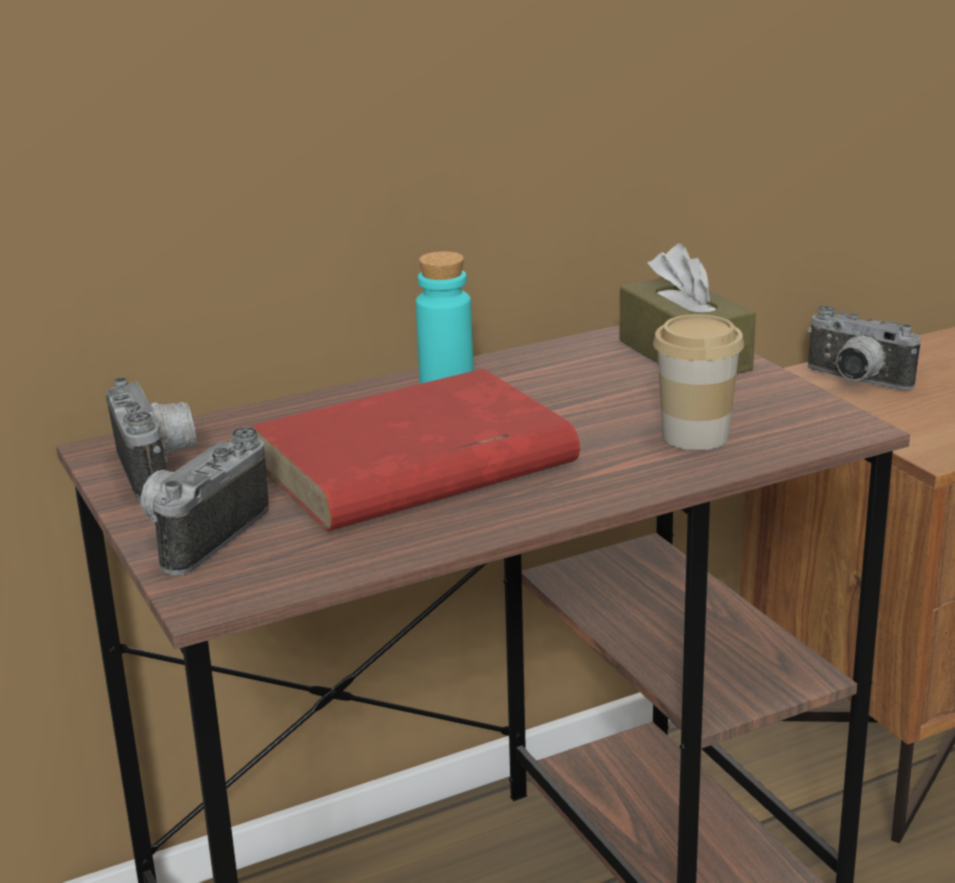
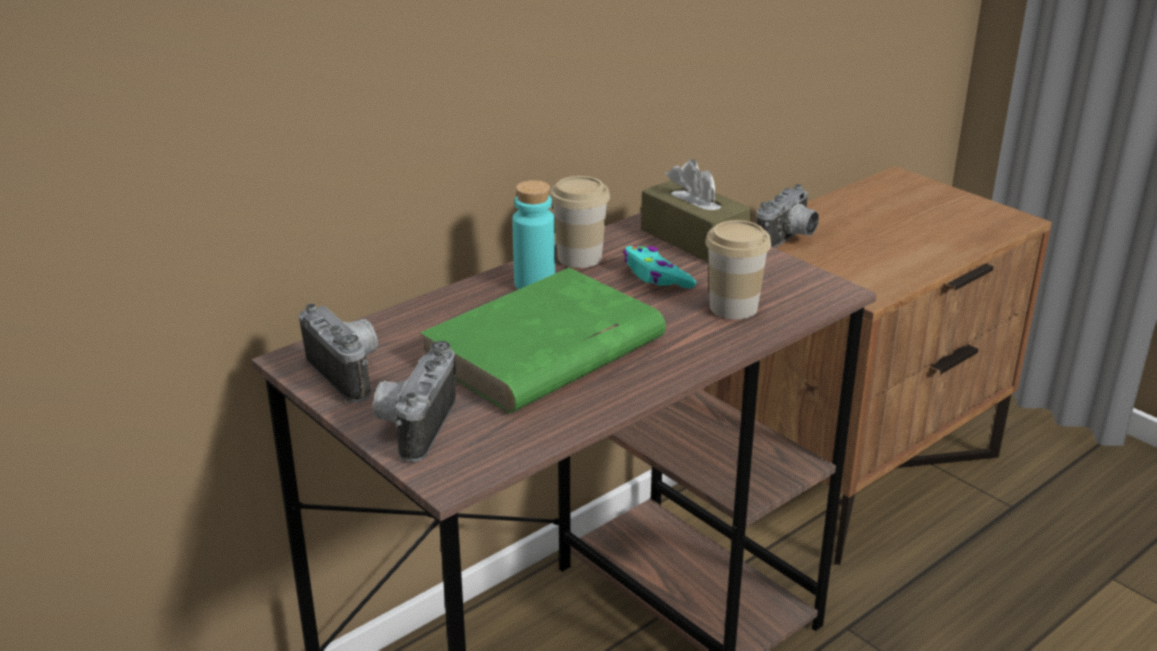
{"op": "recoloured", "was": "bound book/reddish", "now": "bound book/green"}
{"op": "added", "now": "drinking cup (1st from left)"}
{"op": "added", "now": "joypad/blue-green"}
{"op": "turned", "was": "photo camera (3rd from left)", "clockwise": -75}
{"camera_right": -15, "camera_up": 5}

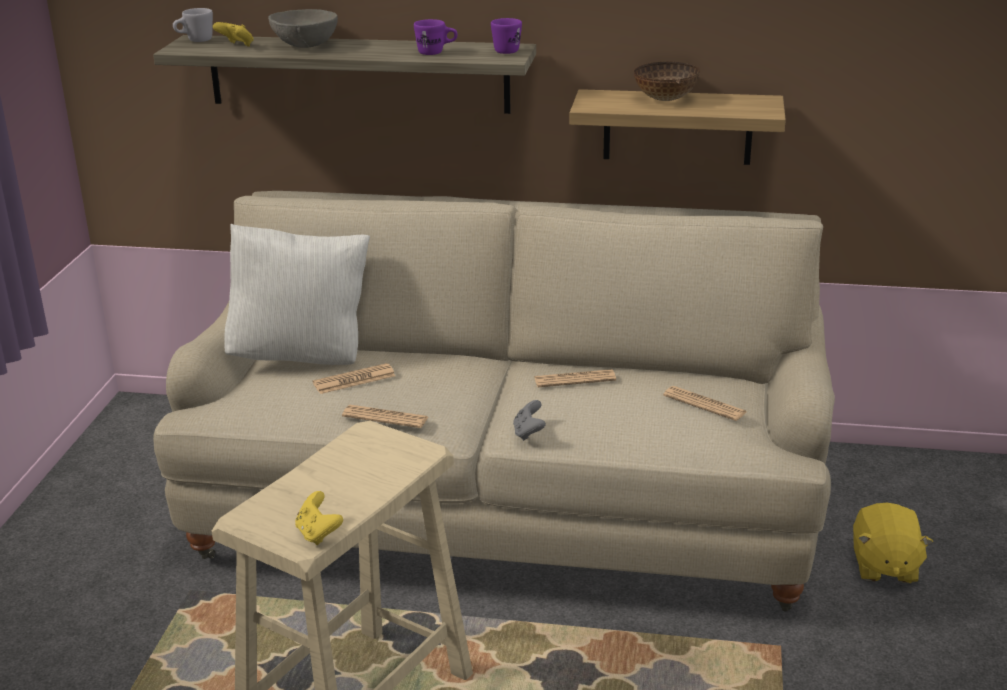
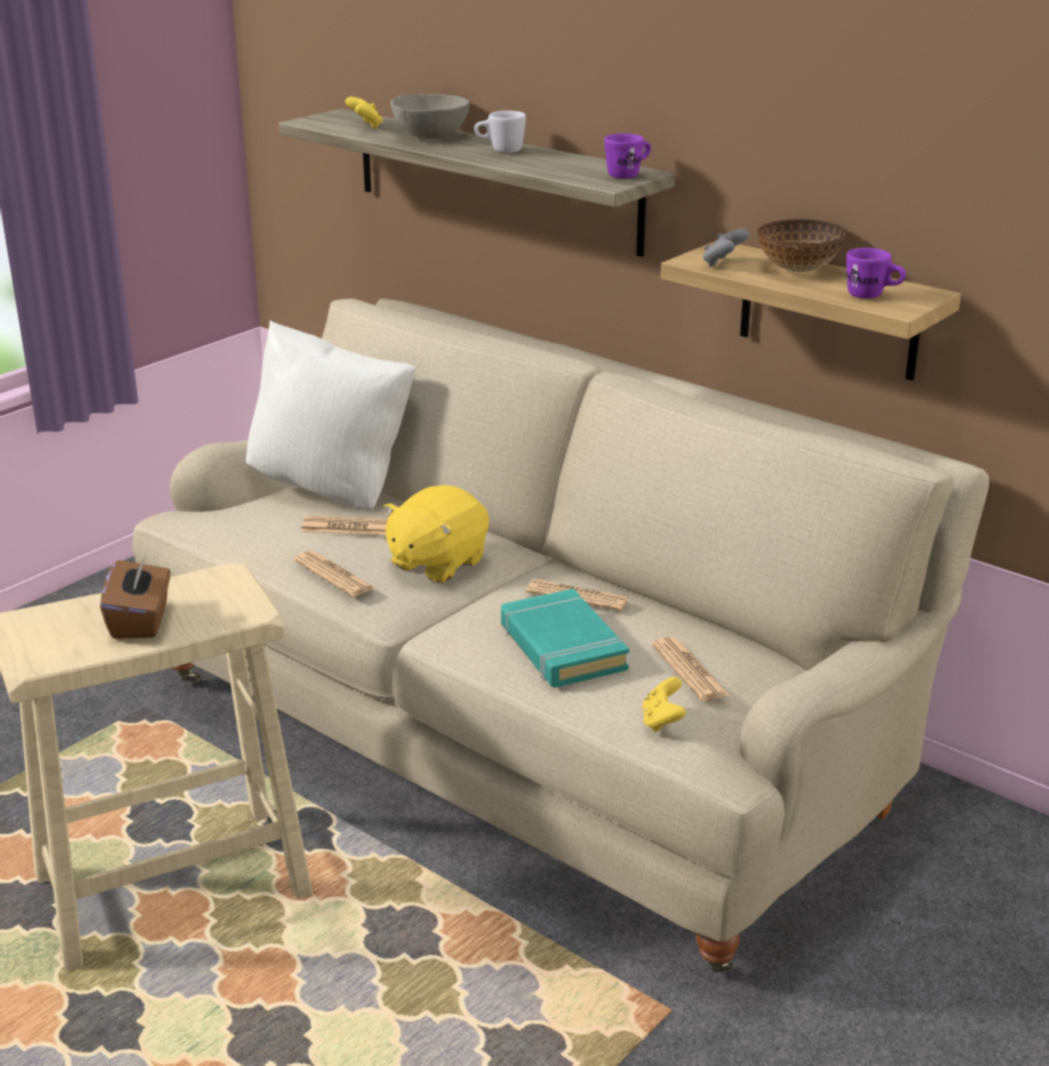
{"op": "added", "now": "tissue holder/brown-coloured"}
{"op": "moved", "was": "plush toy/yellow-coloured"}
{"op": "moved", "was": "tea mug/white-coloured"}
{"op": "added", "now": "bound book/blue-green"}
{"op": "moved", "was": "joypad/yellow-coloured (2nd from left)"}
{"op": "moved", "was": "joypad/grey"}
{"op": "moved", "was": "tea mug/purplish (1st from left in the first image)", "now": "tea mug/purplish (2nd from left)"}
{"camera_right": 30, "camera_up": 0}

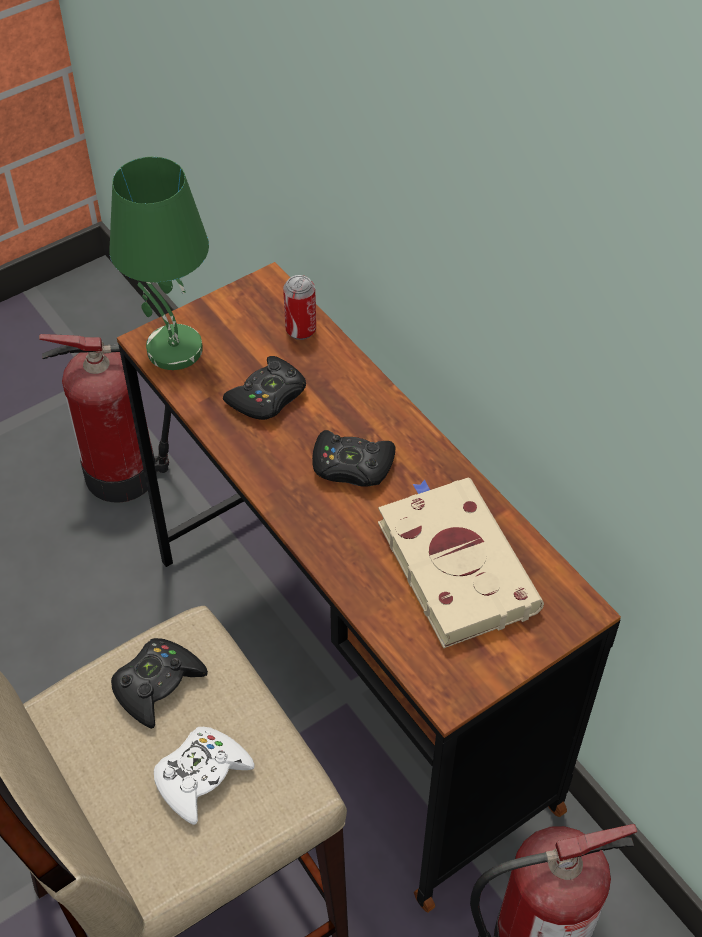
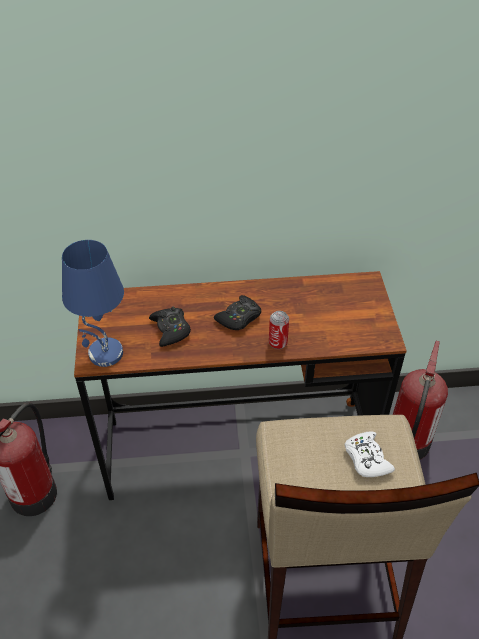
{"op": "recoloured", "was": "tabletop lamp/green", "now": "tabletop lamp/blue"}
{"op": "moved", "was": "can"}
{"op": "removed", "was": "joypad/black-coloured (1st from left)"}
{"op": "removed", "was": "bound book/beige-coloured"}
{"camera_right": -60, "camera_up": -5}

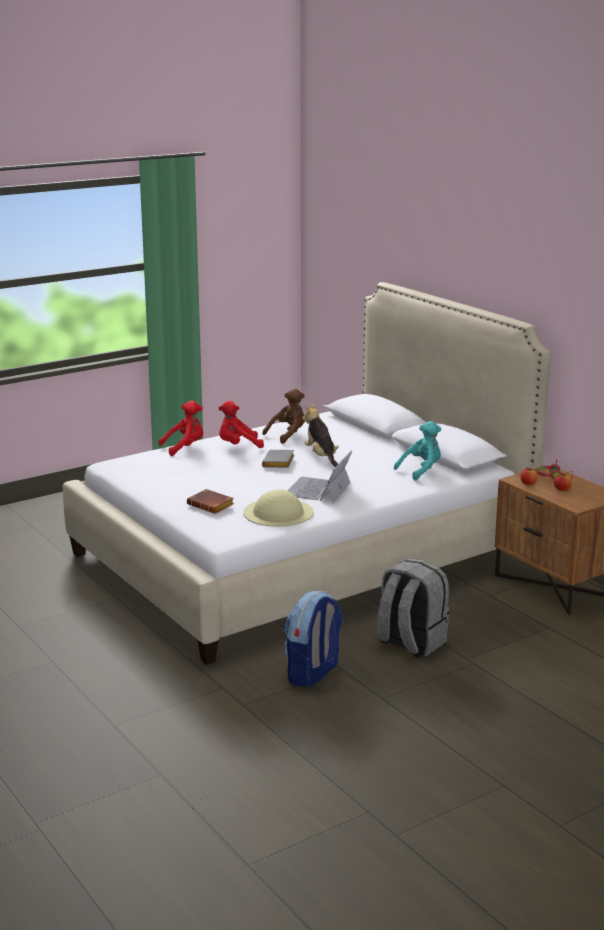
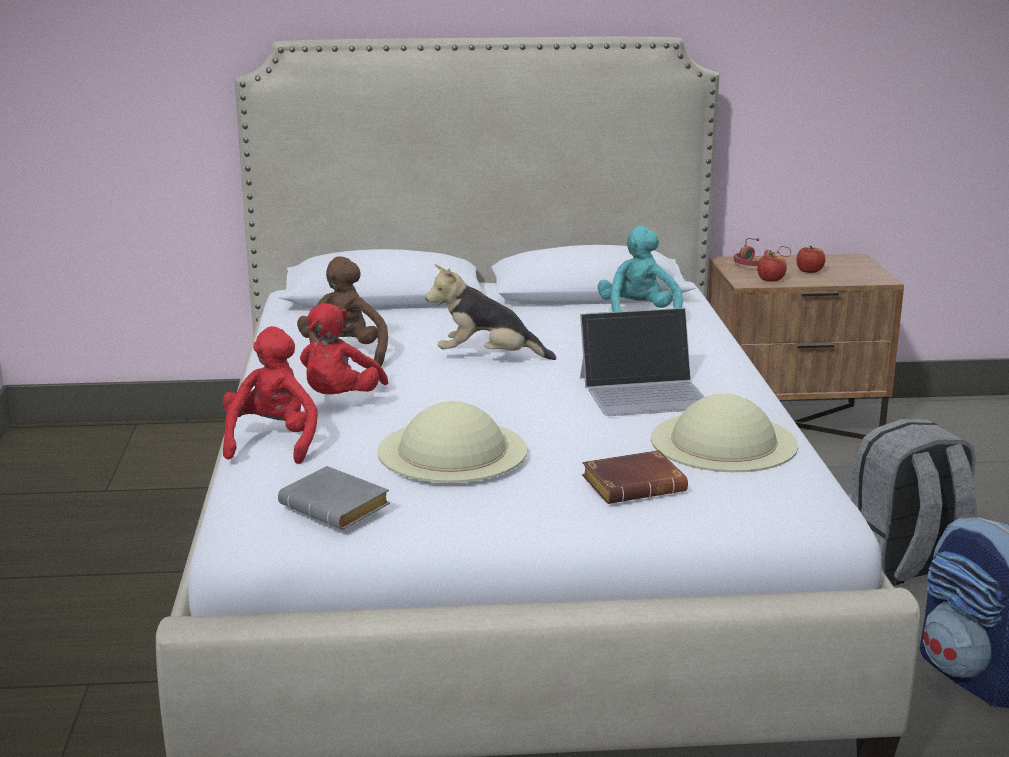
{"op": "moved", "was": "bound book/grey"}
{"op": "added", "now": "hat/beige-coloured (1st from left)"}
{"op": "turned", "was": "portable computer", "clockwise": -60}
{"camera_right": -60, "camera_up": 0}

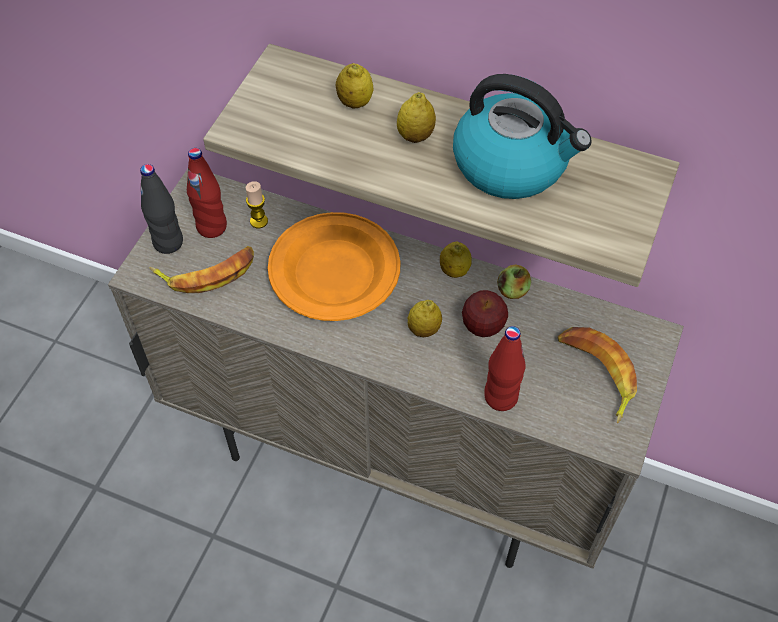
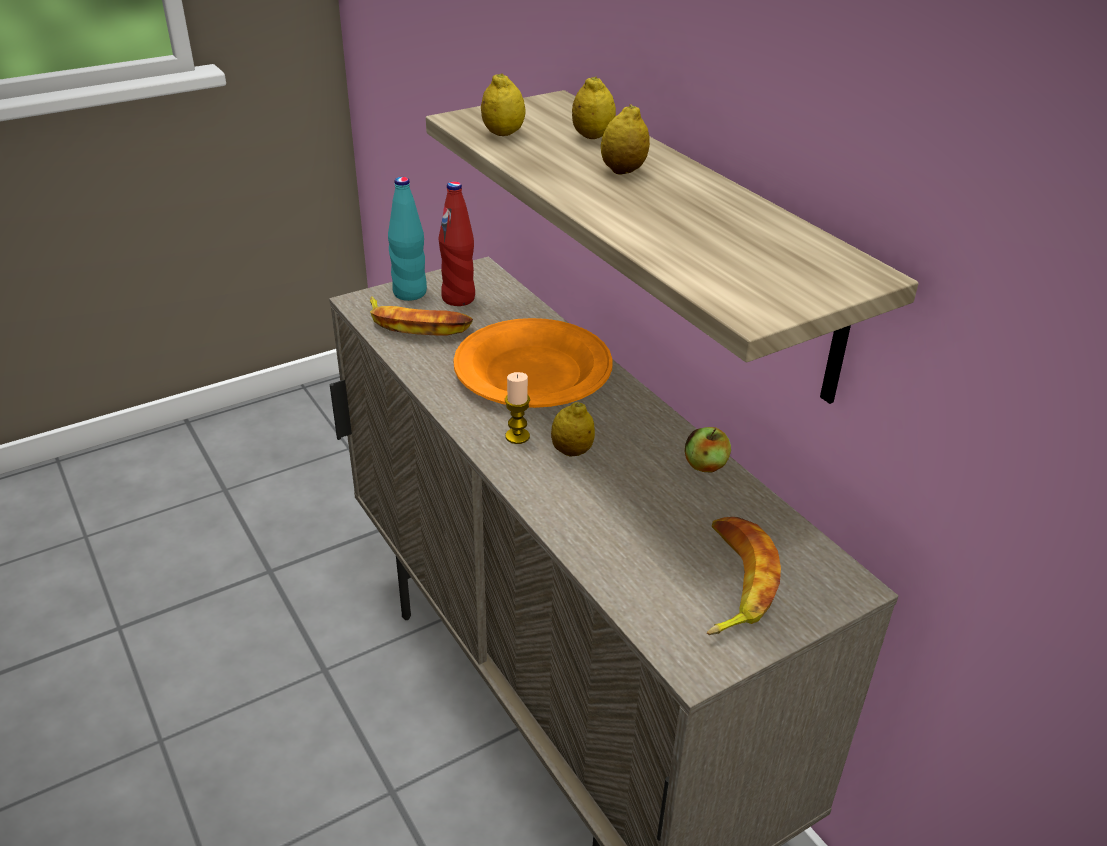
{"op": "recoloured", "was": "drink bottle/black-coloured", "now": "drink bottle/blue-green"}
{"op": "moved", "was": "whole lemon (4th from left in the first image)", "now": "whole lemon (1st from left)"}
{"op": "moved", "was": "candle"}
{"op": "removed", "was": "tea kettle"}
{"op": "removed", "was": "apple fruit (1st from left)"}
{"op": "removed", "was": "drink bottle/reddish (2nd from left)"}
{"camera_right": 35, "camera_up": -20}

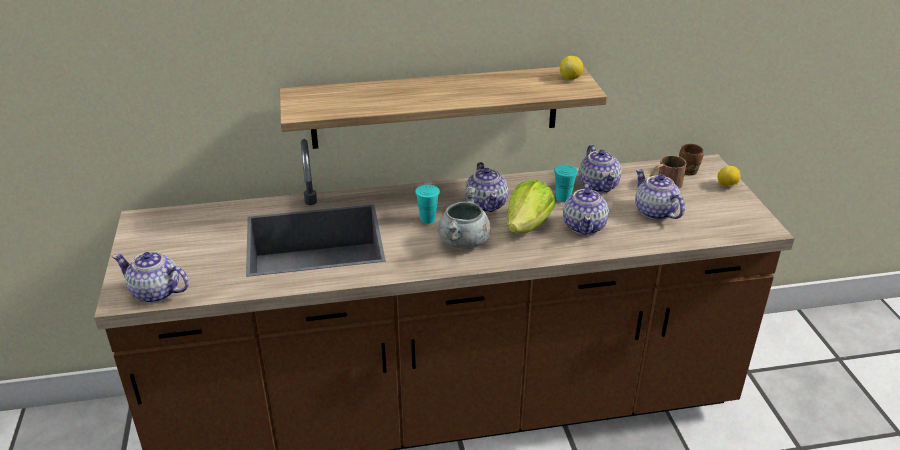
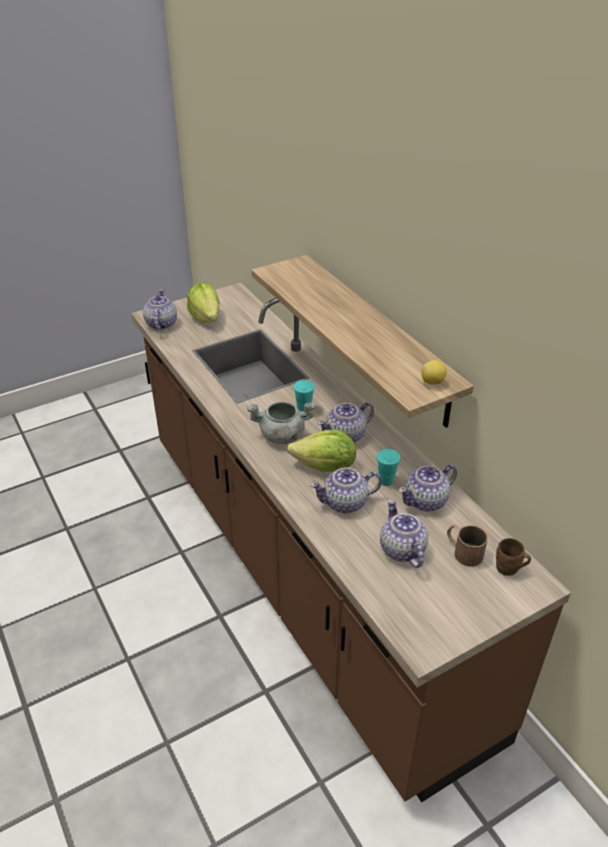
{"op": "added", "now": "head of lettuce (1st from left)"}
{"op": "turned", "was": "tea pot (5th from left in the first image)", "clockwise": -60}
{"op": "removed", "was": "whole lemon (2nd from left)"}
{"camera_right": 70, "camera_up": 5}

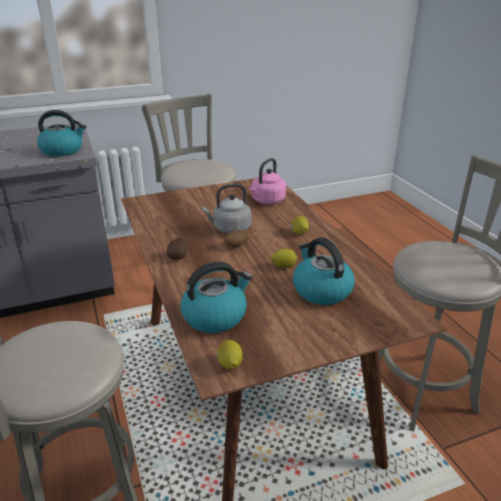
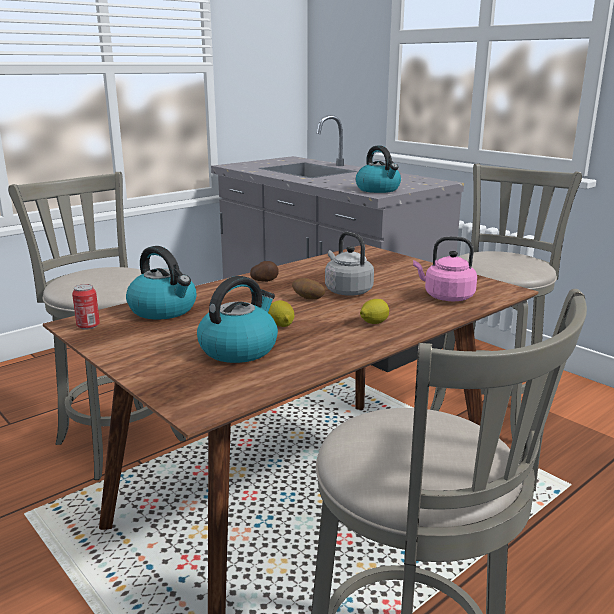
{"op": "replaced", "was": "whole lemon (1st from left)", "now": "can"}
{"camera_right": 70, "camera_up": -10}

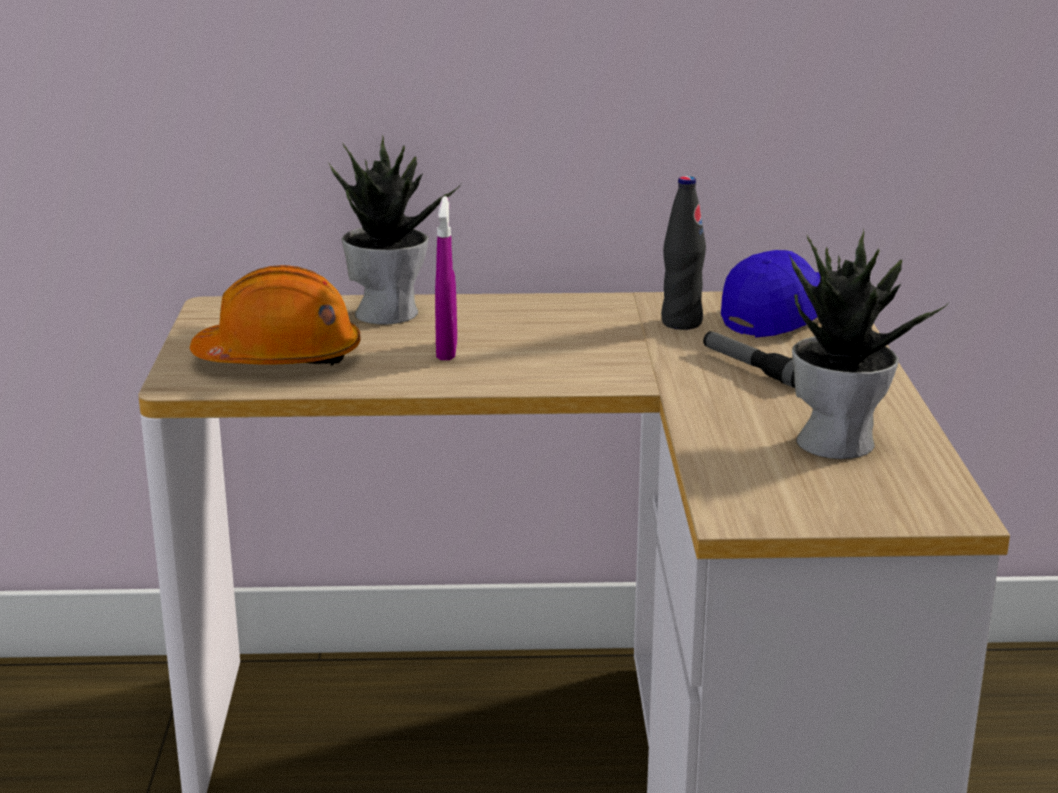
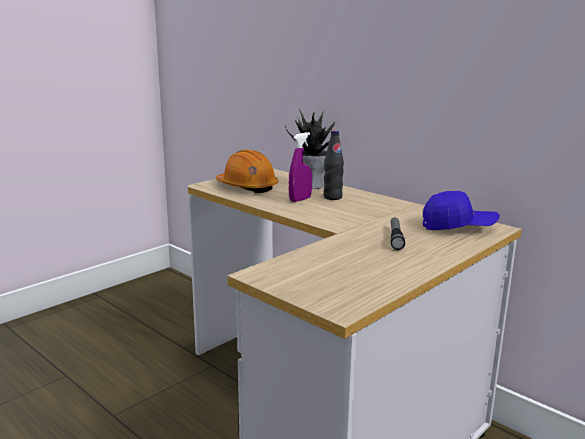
{"op": "moved", "was": "drink bottle/black-coloured"}
{"op": "removed", "was": "plant in a pot (2nd from left)"}
{"camera_right": 45, "camera_up": -5}

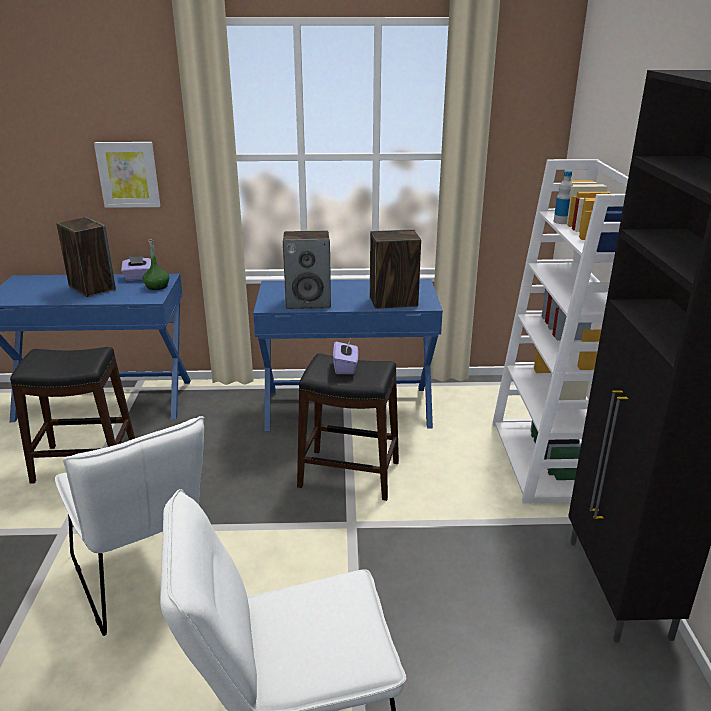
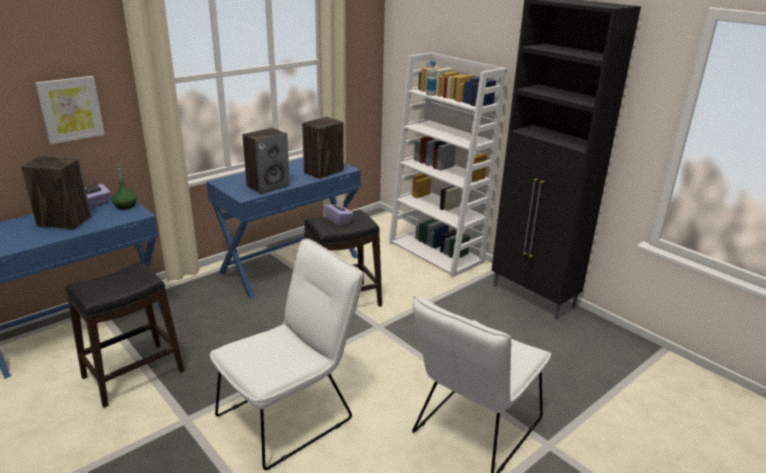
{"op": "turned", "was": "upright chair/white-coloured (1st from left)", "clockwise": -60}
{"camera_right": -40, "camera_up": 0}

